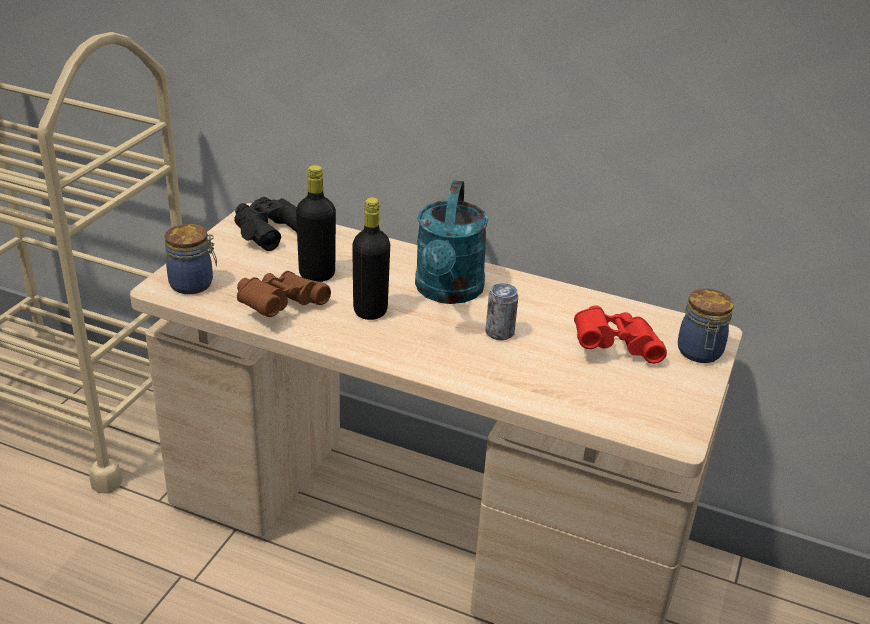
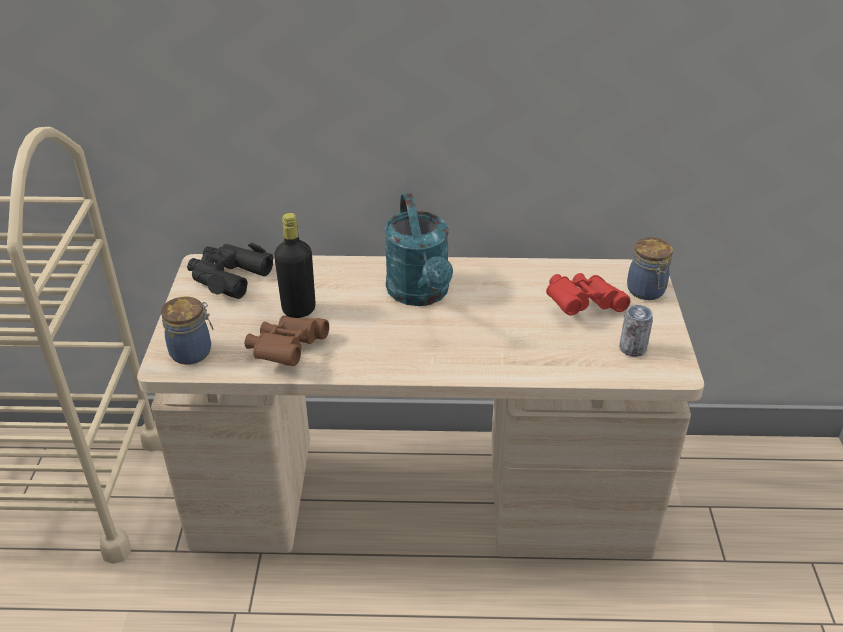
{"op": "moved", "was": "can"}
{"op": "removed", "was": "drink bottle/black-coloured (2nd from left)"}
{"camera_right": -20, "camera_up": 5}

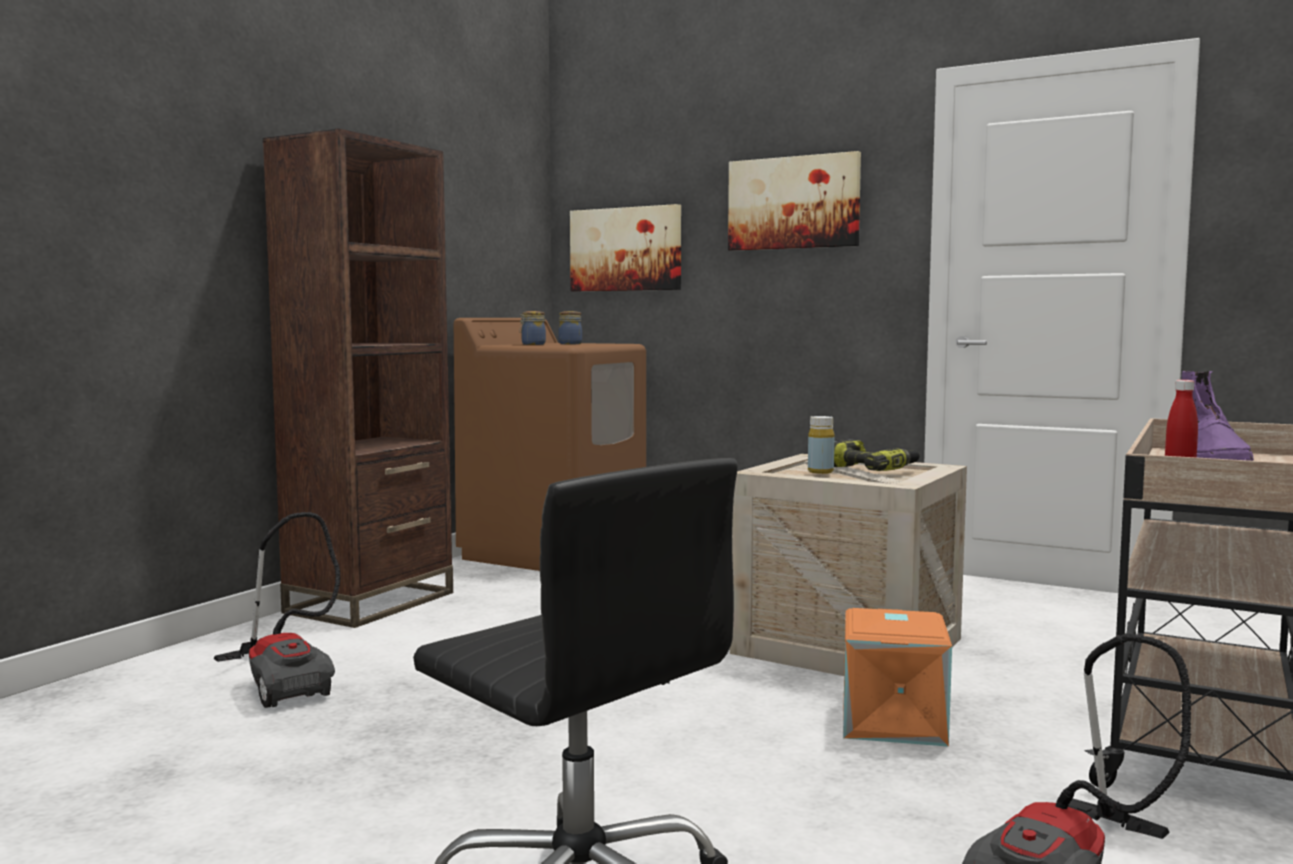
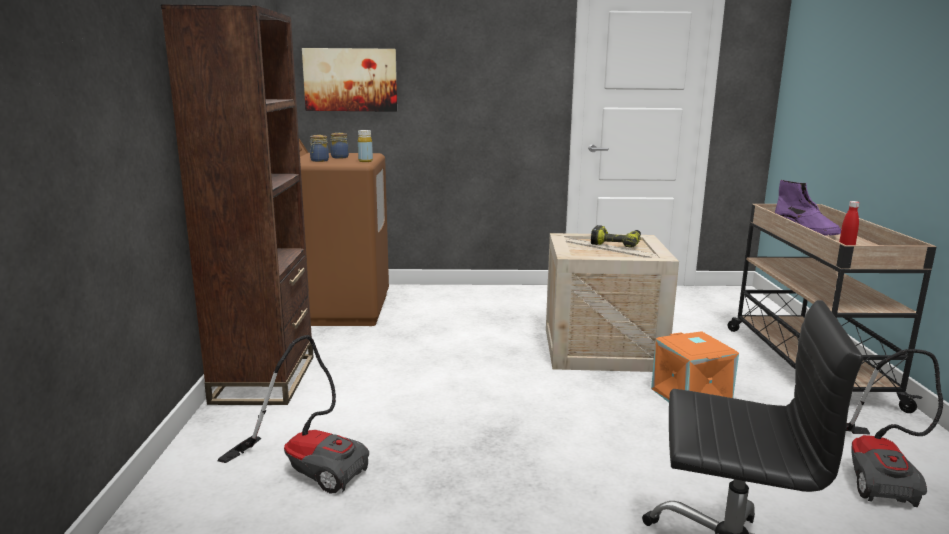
{"op": "moved", "was": "drink bottle/yellow-coloured"}
{"op": "removed", "was": "wall picture (2nd from left)"}
{"camera_right": -30, "camera_up": 10}

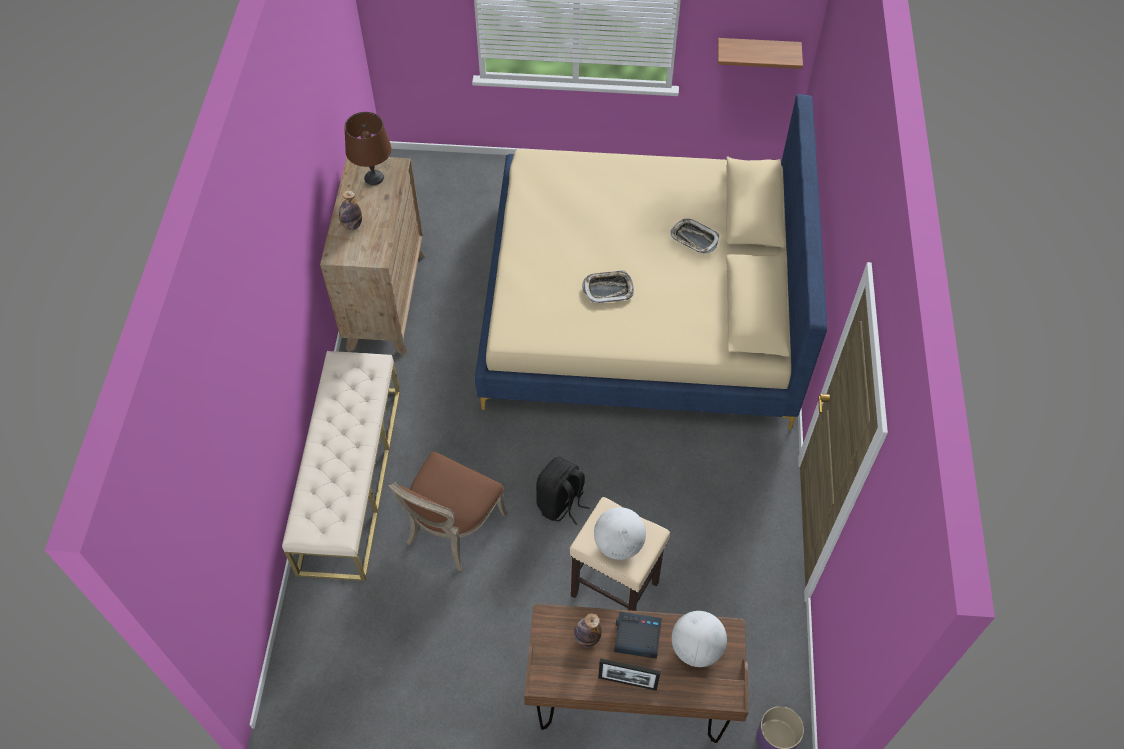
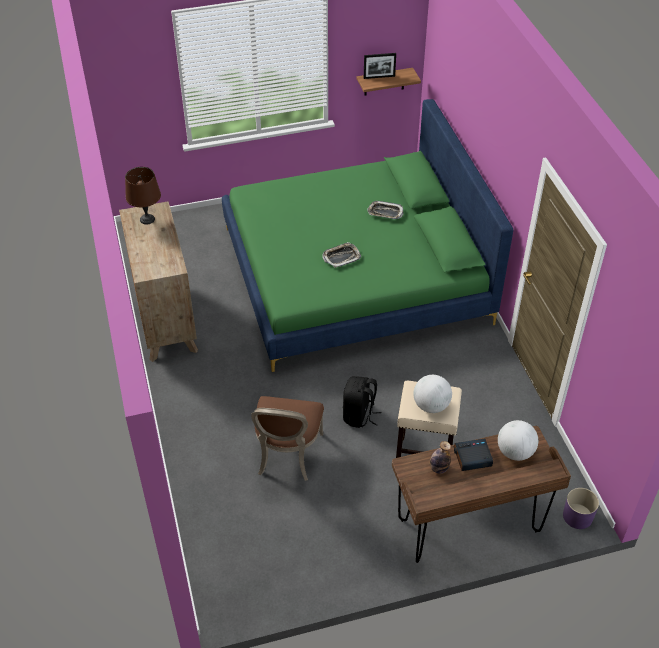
{"op": "recoloured", "was": "sleeping bed/beige-coloured", "now": "sleeping bed/green"}
{"op": "moved", "was": "picture frame"}
{"op": "removed", "was": "long seat/beige-coloured"}
{"op": "removed", "was": "drink bottle (1st from left)"}
{"camera_right": -20, "camera_up": -10}

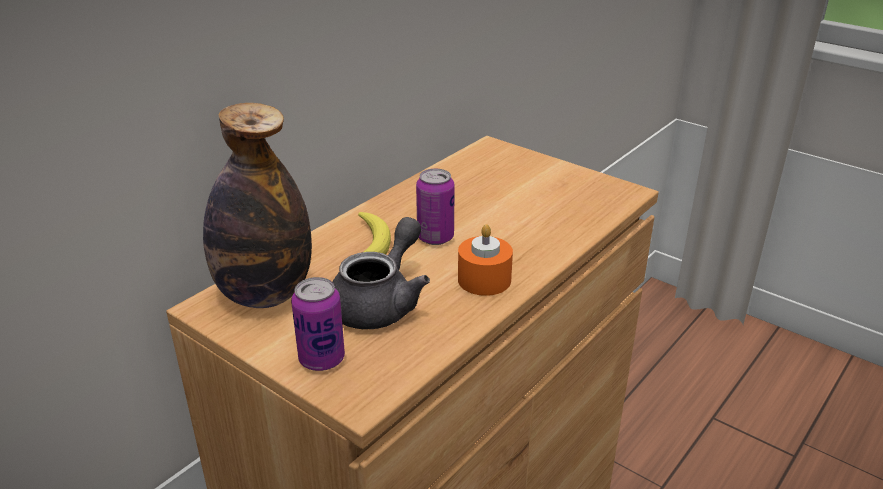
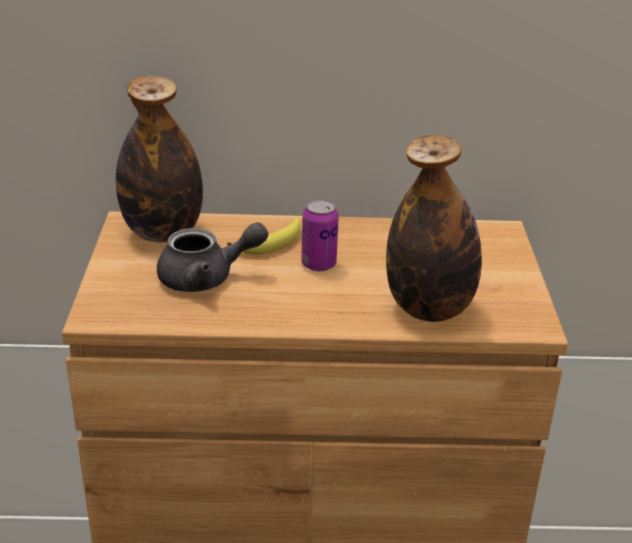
{"op": "added", "now": "drink bottle (2nd from left)"}
{"op": "removed", "was": "can (1st from left)"}
{"op": "removed", "was": "candle/orangey"}
{"camera_right": 50, "camera_up": 0}

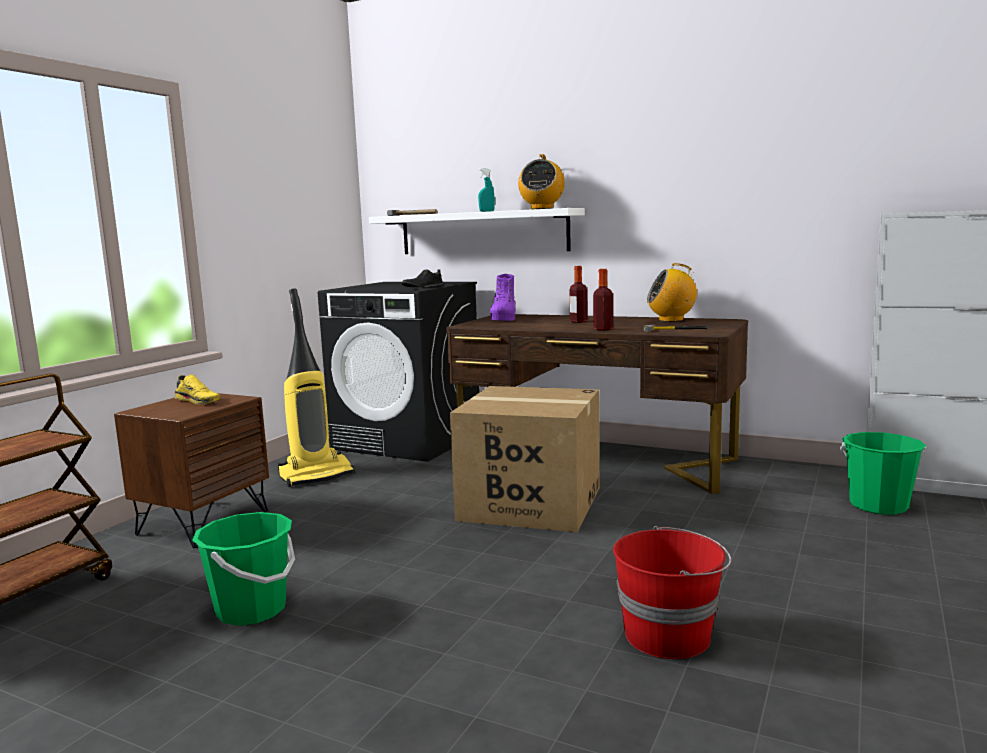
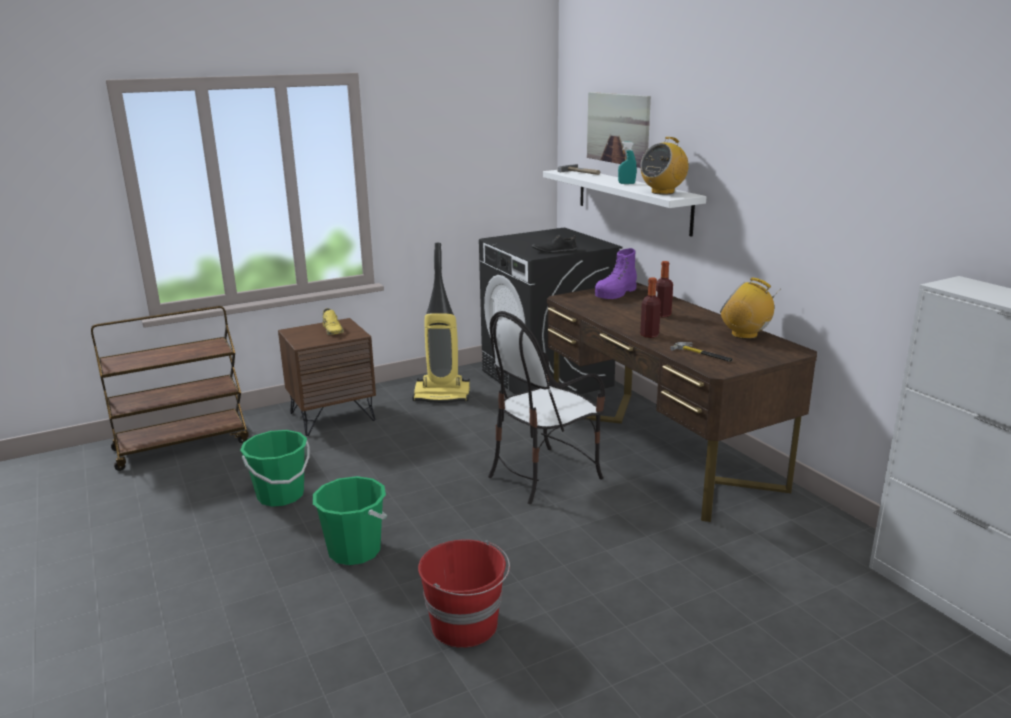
{"op": "moved", "was": "bucket/green (2nd from left)"}
{"op": "replaced", "was": "carton", "now": "upright chair"}
{"op": "added", "now": "wall picture"}
{"camera_right": 35, "camera_up": 10}

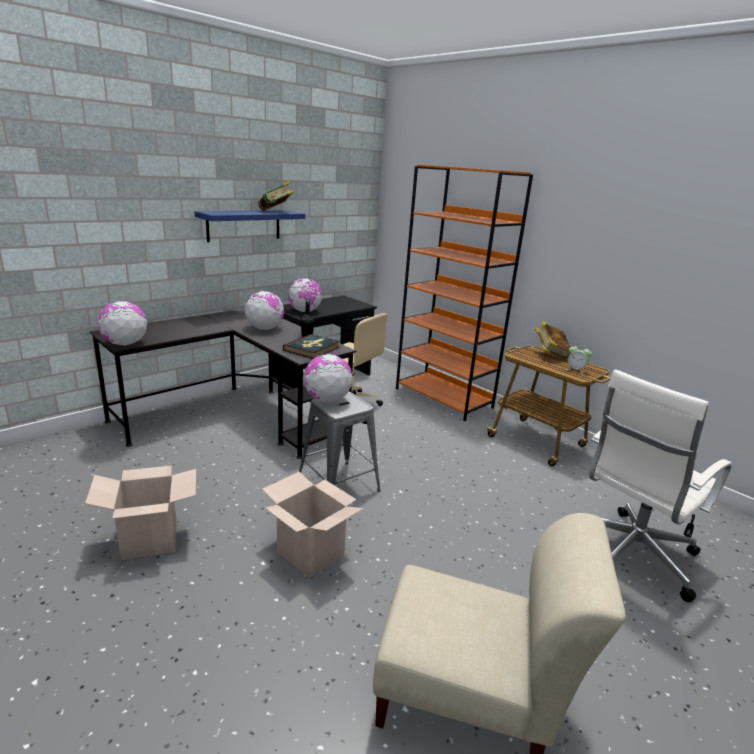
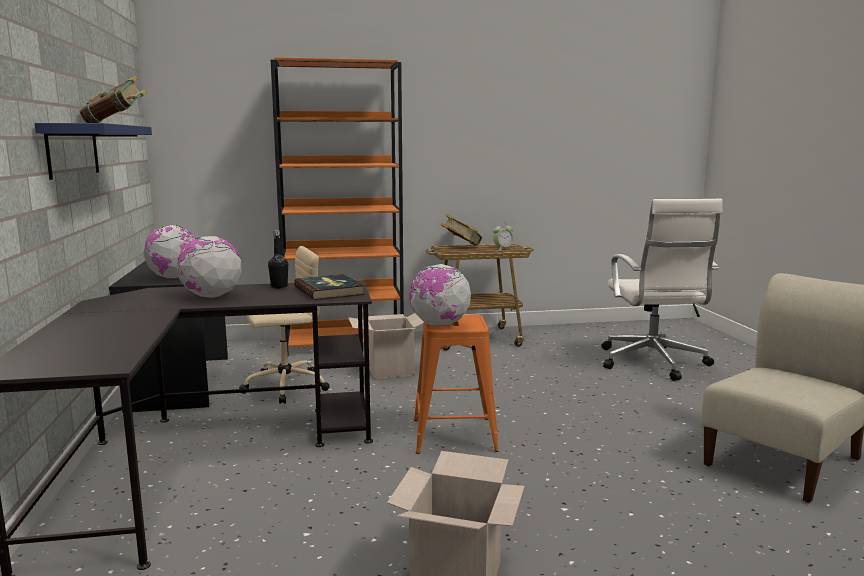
{"op": "moved", "was": "carton (2nd from left in the first image)", "now": "carton (1st from left)"}
{"op": "recoloured", "was": "stool seat/grey", "now": "stool seat/orangey"}
{"op": "removed", "was": "desk globe (1st from left)"}
{"camera_right": -55, "camera_up": -10}

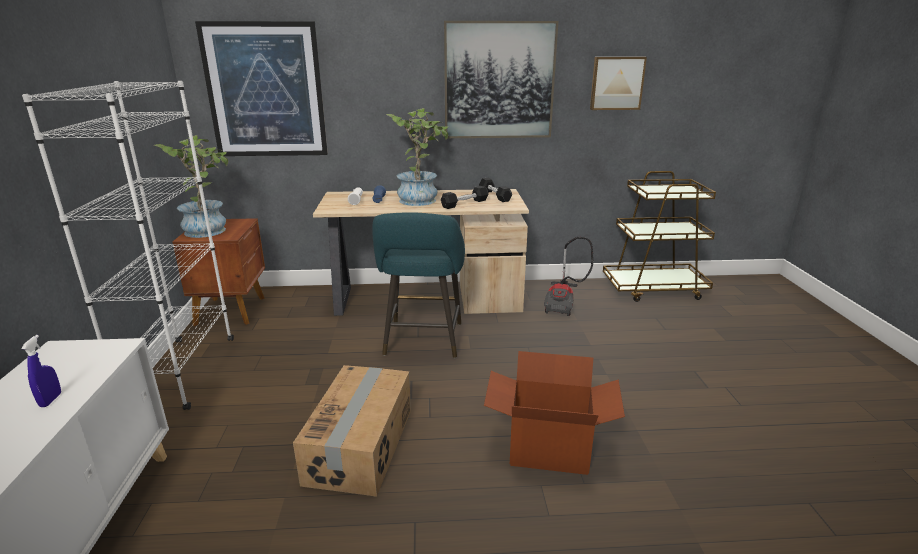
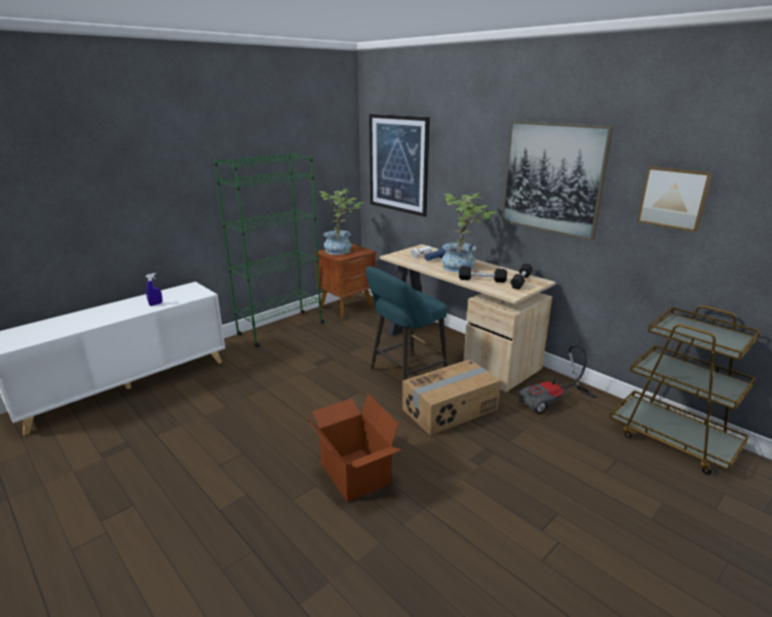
{"op": "recoloured", "was": "bookcase/white-coloured", "now": "bookcase/green"}
{"op": "moved", "was": "carton (1st from left in the first image)", "now": "carton (2nd from left)"}
{"camera_right": 50, "camera_up": 0}

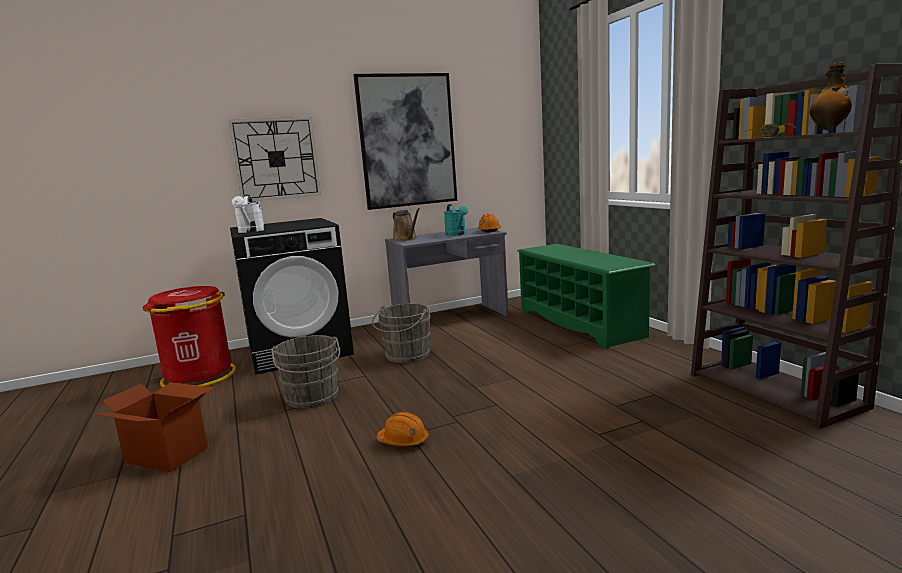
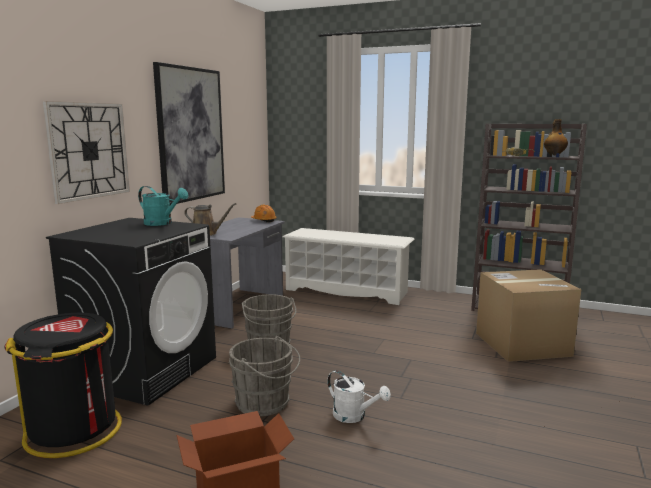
{"op": "recoloured", "was": "rubbish bin/reddish", "now": "rubbish bin/black-coloured"}
{"op": "moved", "was": "watering pot/blue-green"}
{"op": "recoloured", "was": "shoe stand/green", "now": "shoe stand/white-coloured"}
{"op": "moved", "was": "watering pot/white-coloured"}
{"op": "added", "now": "carton (2nd from left)"}
{"op": "removed", "was": "hard hat/orangey (1st from left)"}
{"camera_right": -45, "camera_up": 0}

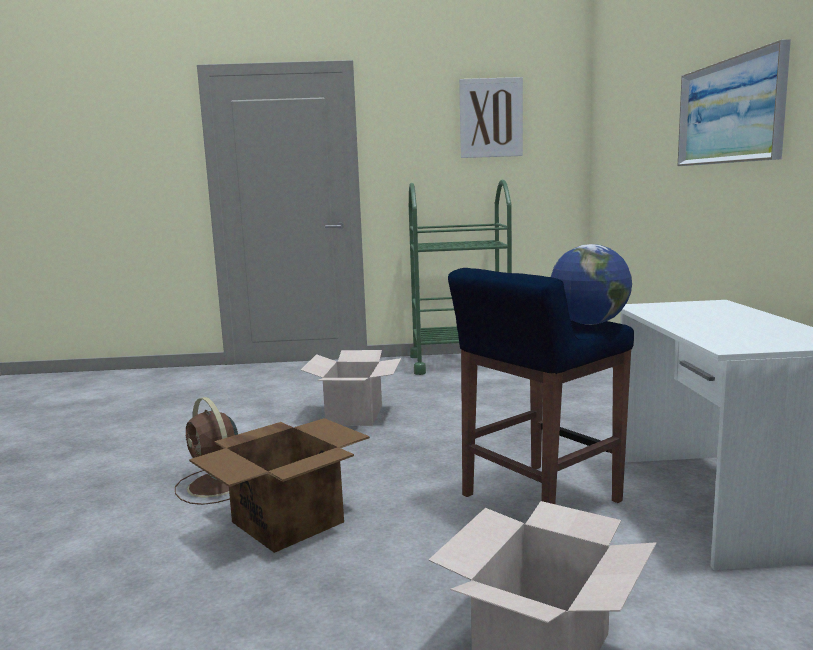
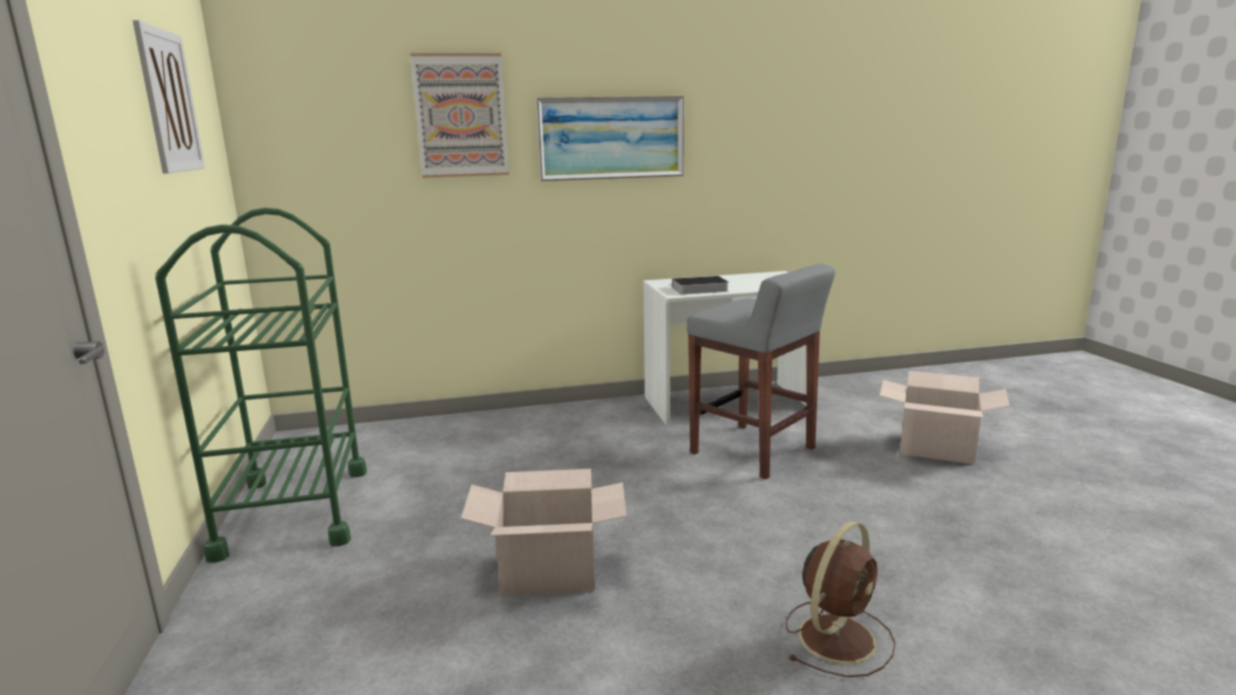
{"op": "added", "now": "wall picture (2nd from left)"}
{"op": "added", "now": "bound book"}
{"op": "recoloured", "was": "stool seat/blue", "now": "stool seat/grey"}
{"op": "removed", "was": "carton (1st from left)"}
{"op": "removed", "was": "desk globe"}
{"camera_right": -100, "camera_up": 5}

